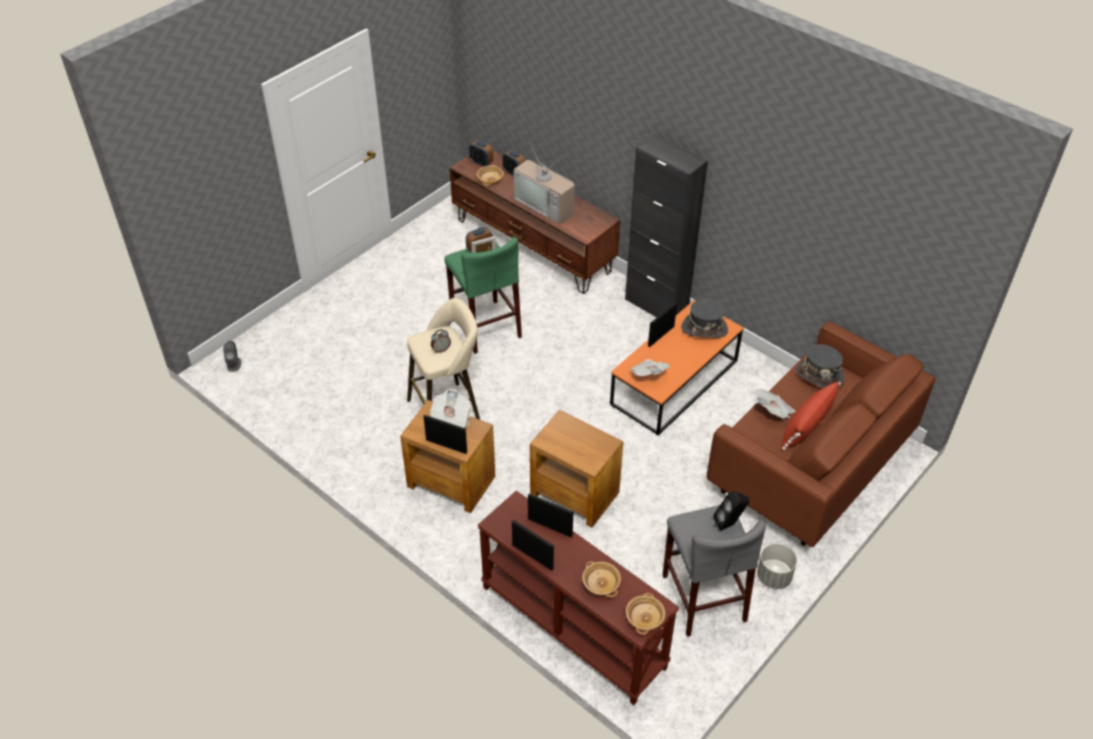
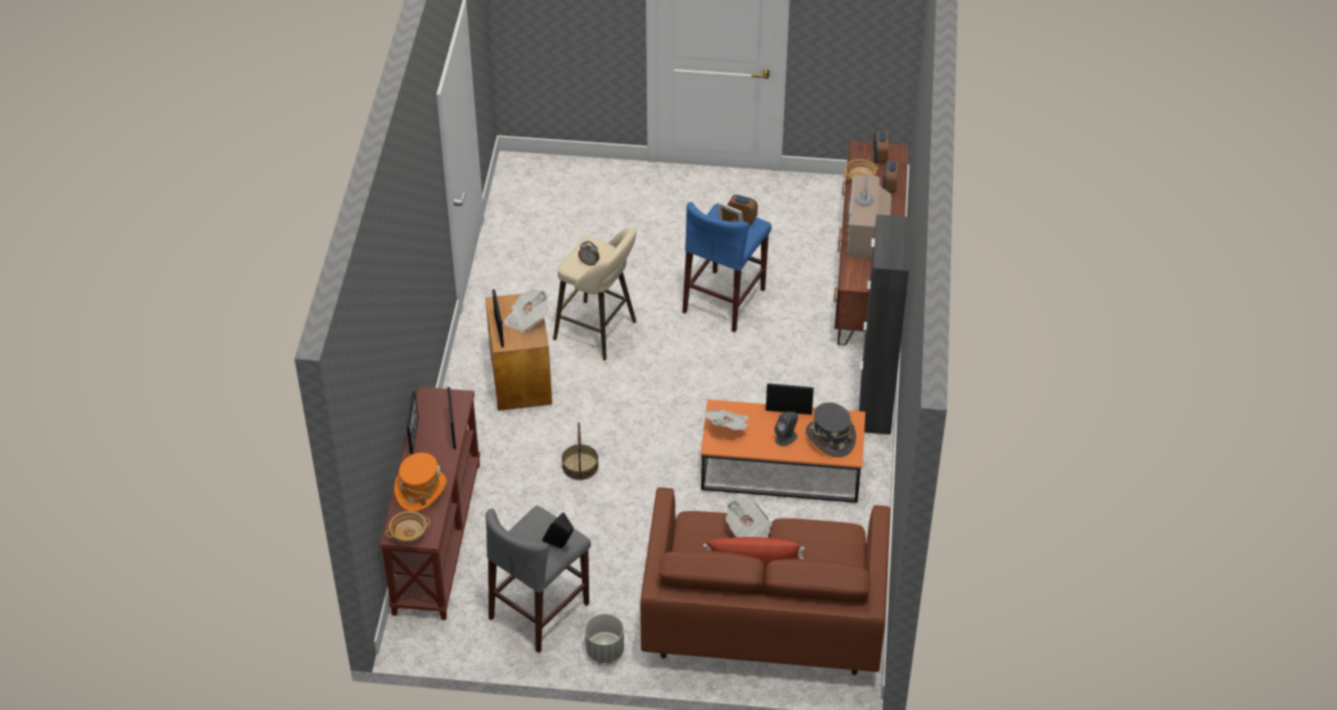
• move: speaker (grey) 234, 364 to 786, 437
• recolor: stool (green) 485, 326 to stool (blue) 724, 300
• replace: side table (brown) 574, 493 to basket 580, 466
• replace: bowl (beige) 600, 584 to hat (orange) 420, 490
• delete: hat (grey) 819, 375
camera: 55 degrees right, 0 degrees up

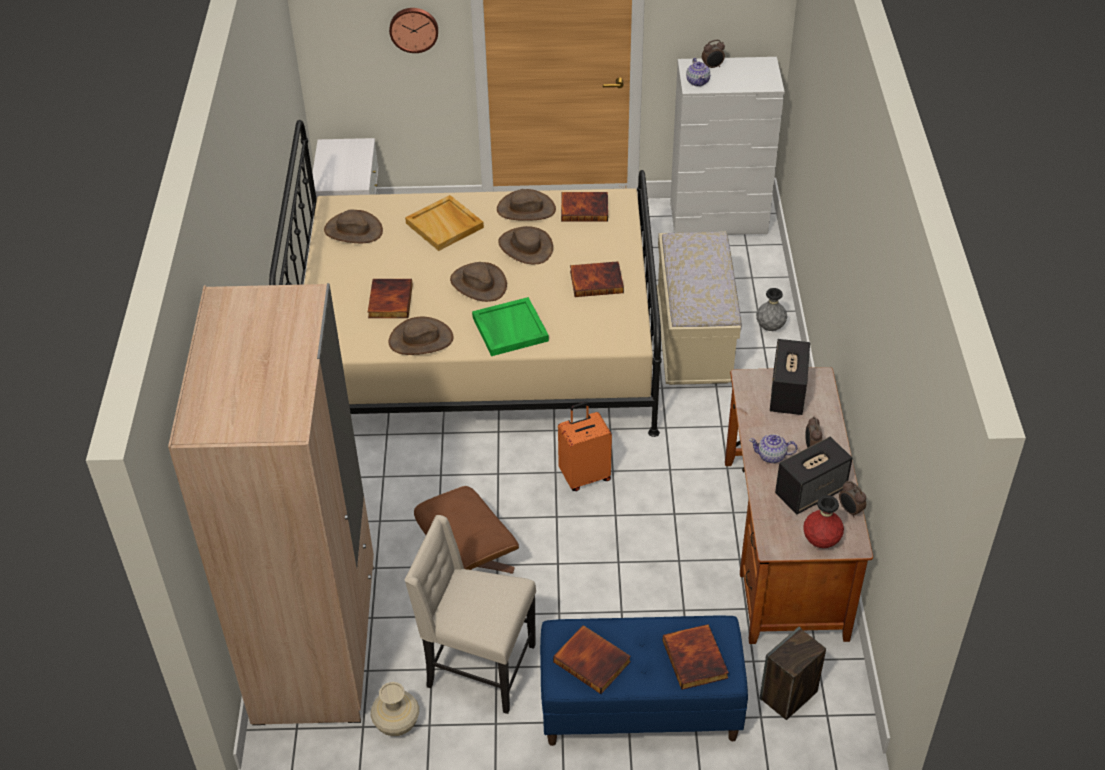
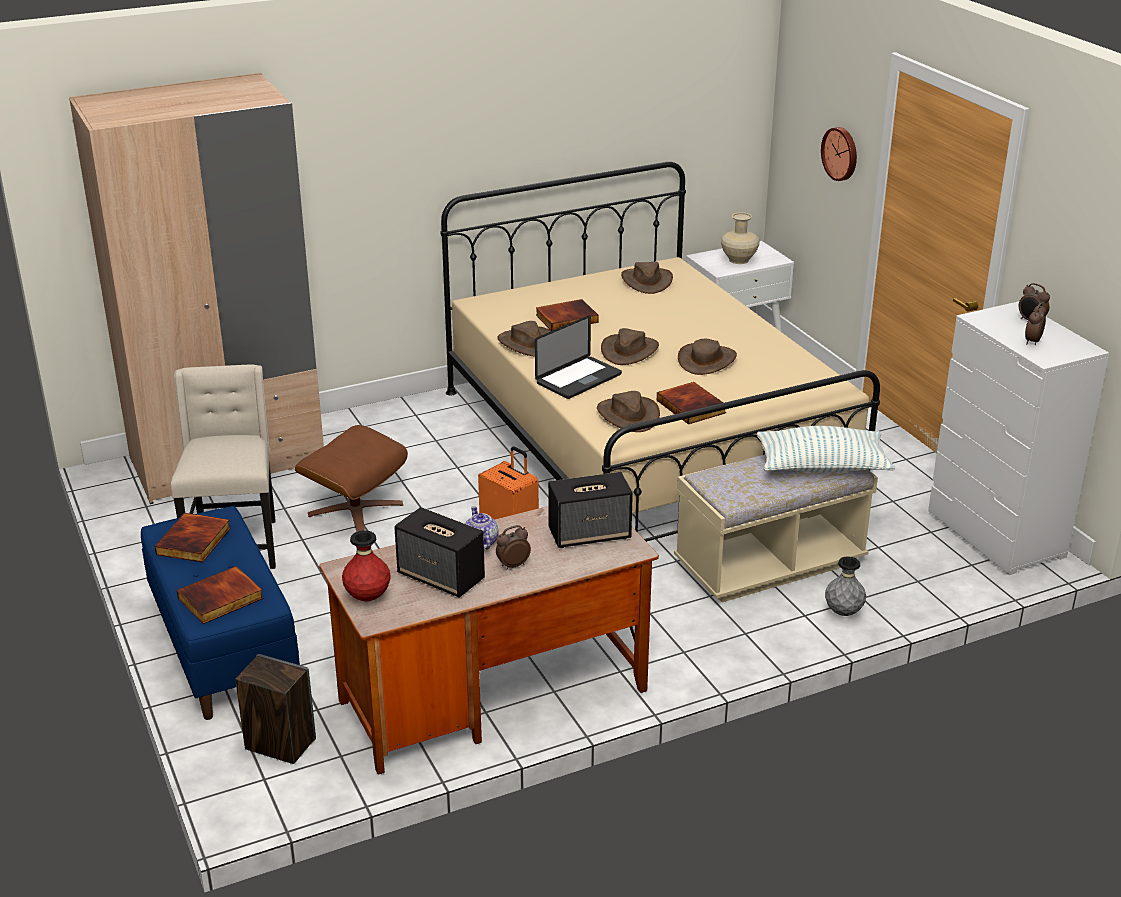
• move: vase (beige) 397, 724 to 739, 260
• delete: tray (beige) 445, 225
• replace: tray (green) 509, 329 to laptop 578, 379
• move: hat (brown) 526, 209 to 628, 415
• delete: book 585, 208
• delete: teapot 698, 81
• move: alarm clock 850, 510 to 1032, 341
• insert: pillow 822, 467
camera: 65 degrees right, 15 degrees down

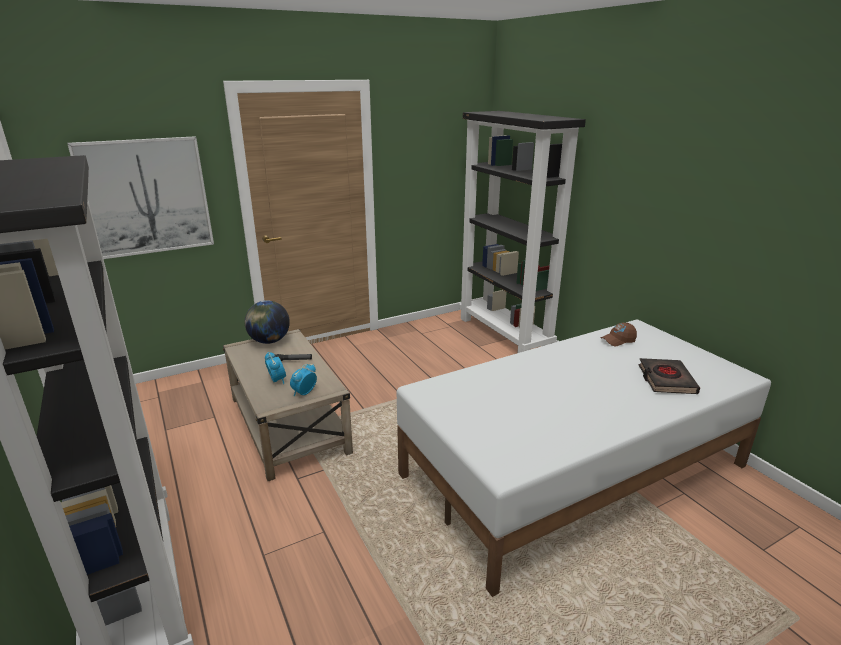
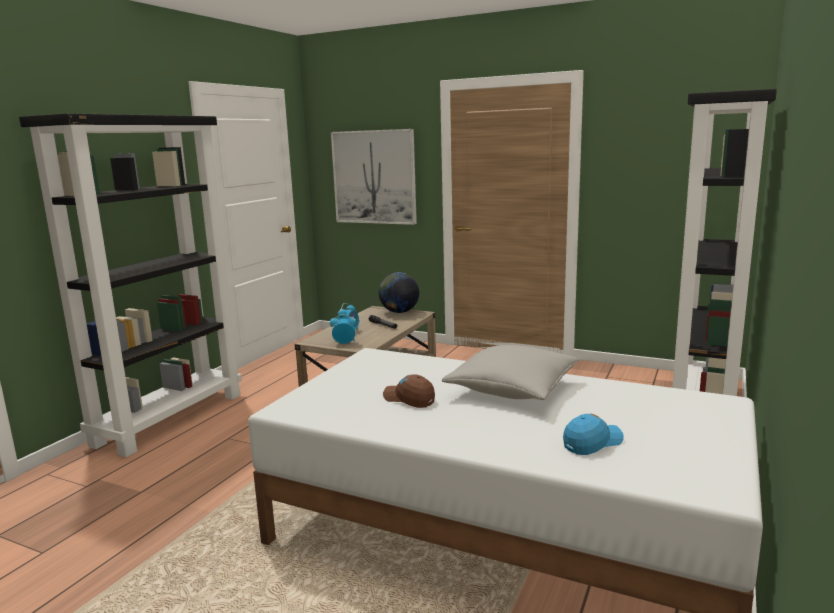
• move: cap (brown) 618, 340 to 409, 399
• replace: book (black) 666, 380 to cap (blue) 592, 443
• insert: pillow (grey) 512, 389
camera: 55 degrees right, 10 degrees down

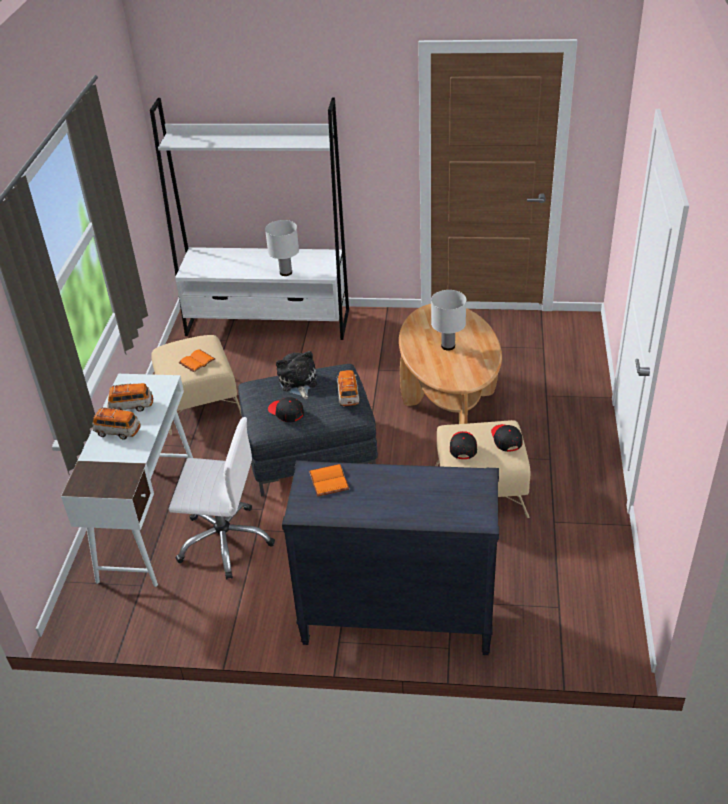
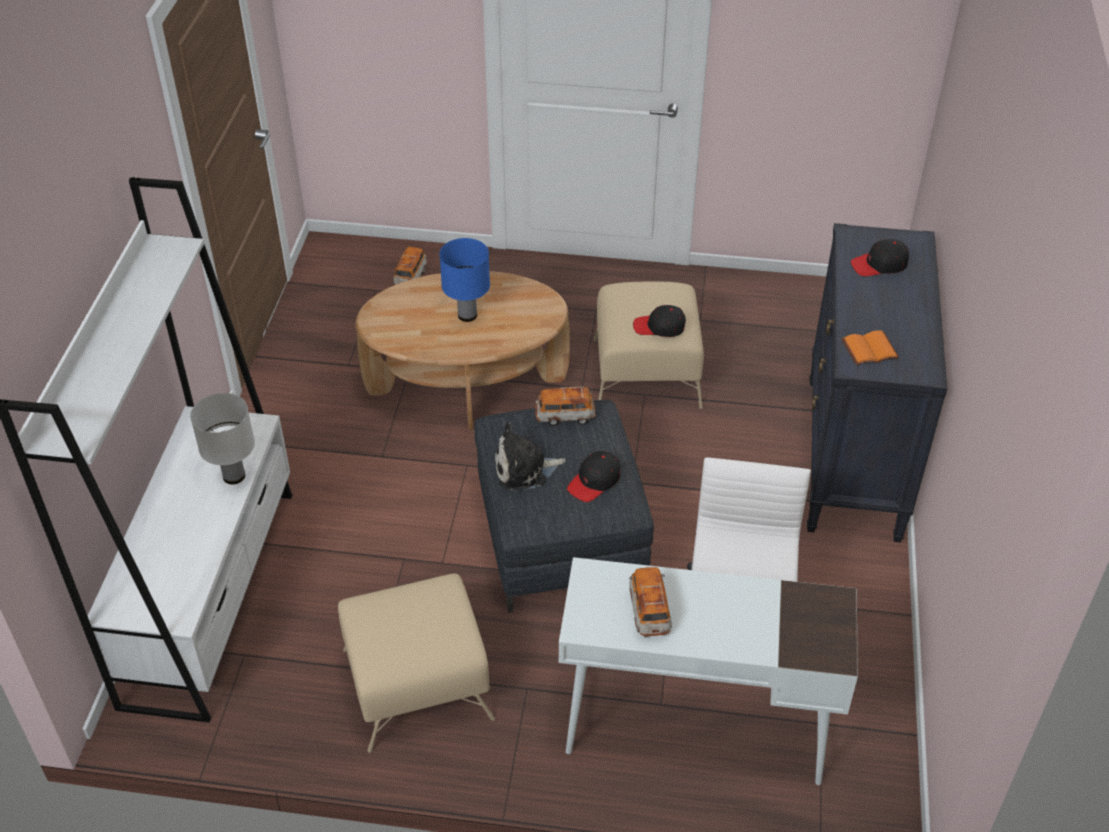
• move: toy car 118, 432 to 411, 277
• delete: book (orange) 197, 361
• recolor: table lamp (white) 448, 346 to table lamp (blue) 467, 315
• move: cap (black) 506, 439 to 879, 265
camera: 90 degrees left, 5 degrees up

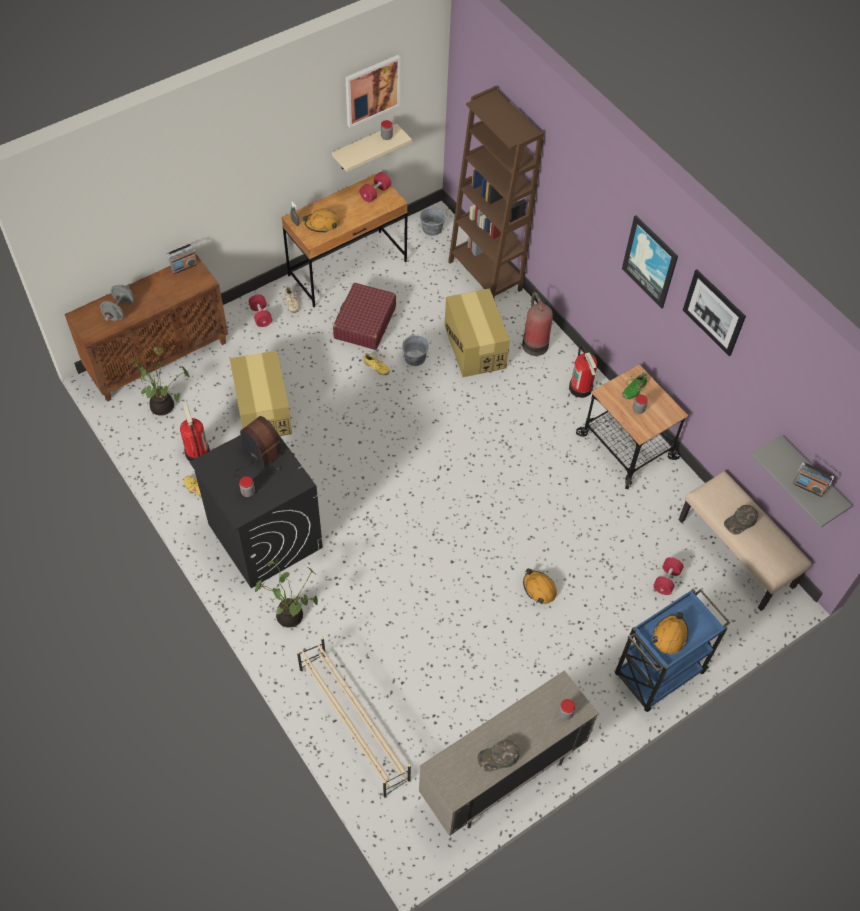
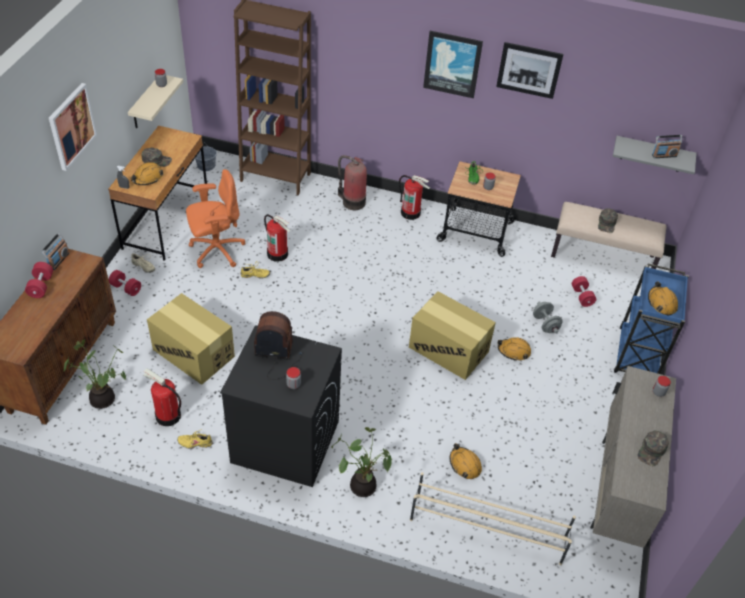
• move: dumbbell (grey) 119, 310 to 545, 324
• replace: suitcase (red) 364, 323 to office chair (orange) 216, 251
• move: picture 372, 90 to 71, 126
• move: dumbbell (red) 375, 193 to 41, 286
• replace: bucket (grey) 415, 358 to fire extinguisher 278, 254
• move: cardboard box 475, 347 to 449, 349
• insert: cap (green) 157, 160
• insert: hard hat (orange) 465, 465
camera: 40 degrees left, 10 degrees down

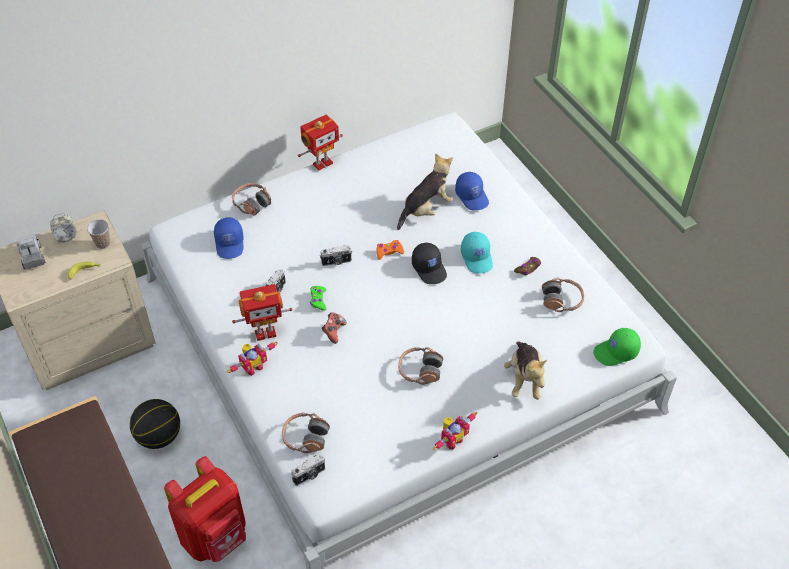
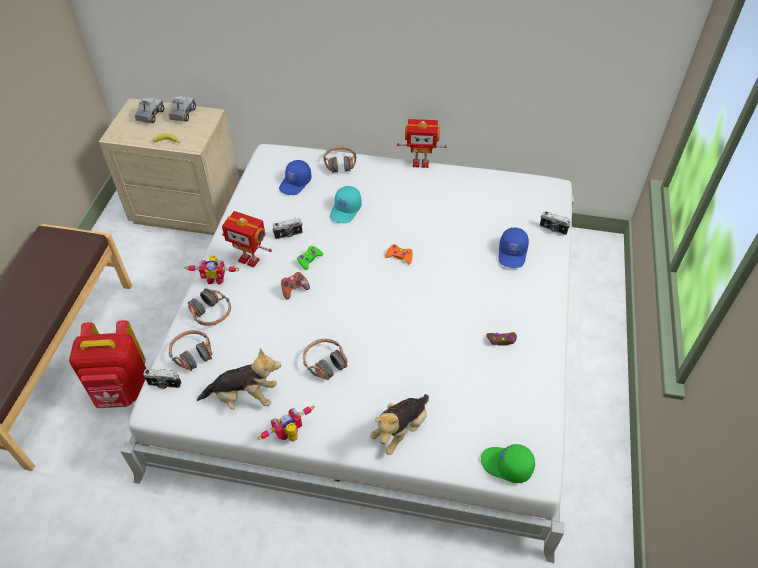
• replace: alarm clock 66, 237 to toy truck 183, 114
• delete: cup 103, 243
• delete: basketball 159, 436
• move: photo camera 336, 262 to 553, 229
• move: plush toy 426, 209 to 244, 397
• delete: cap (black) 429, 268
• rotate: toy robot 451, 440 = 290, 436 150 degrees clockwise
• move: cap (turquoise) 477, 258 to 346, 210
• move: headphones 562, 300 to 211, 313
camera: 40 degrees right, 0 degrees up

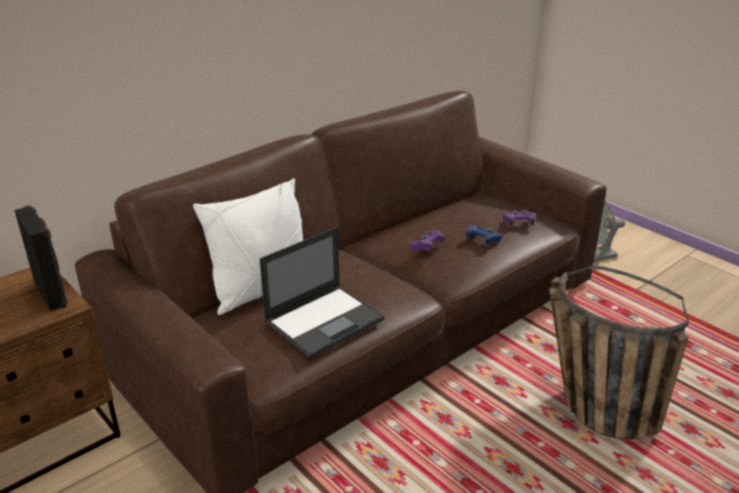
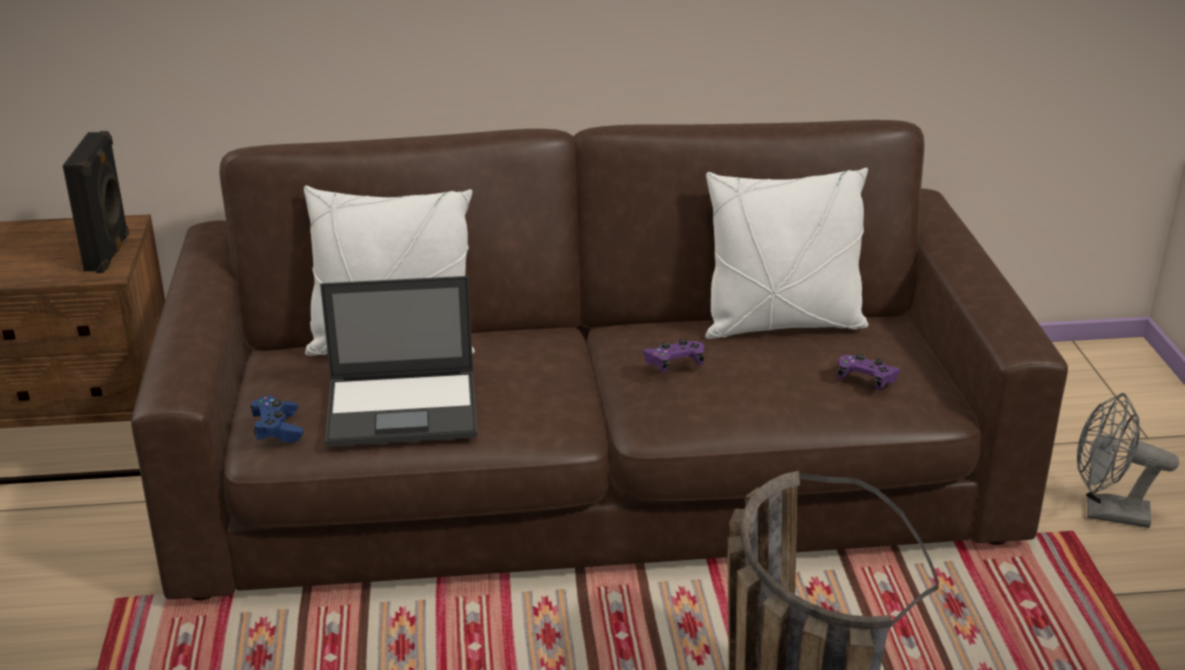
• move: game controller (blue) 482, 240 to 277, 429
• insert: pillow (white) 782, 324
camera: 35 degrees right, 0 degrees up

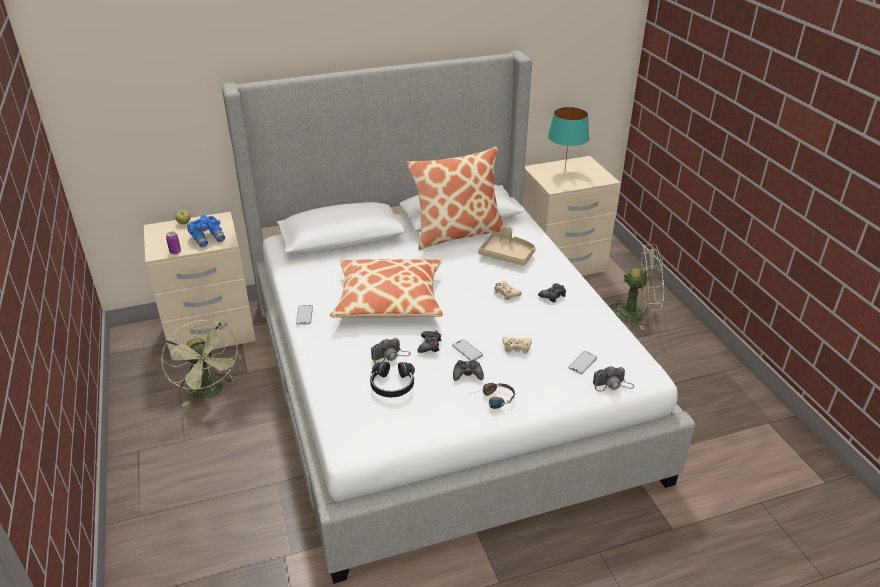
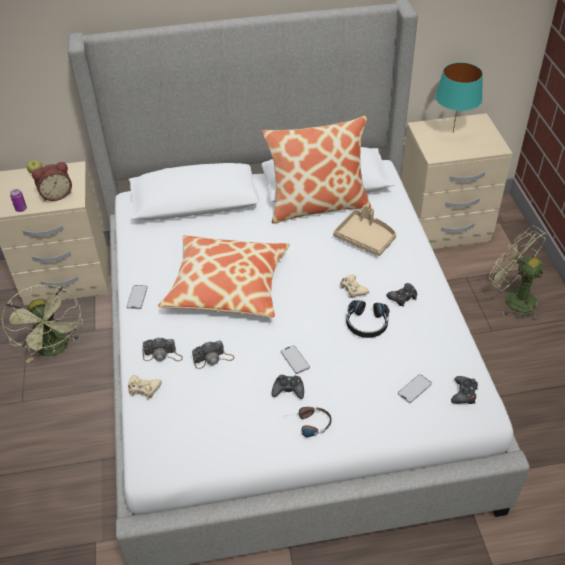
• replace: binoculars (blue) 208, 238 to alarm clock 56, 194
• move: headphones (black) 392, 385 to 366, 324
• move: game controller (black) 429, 345 to 464, 393
• move: game controller (beige) 516, 348 to 144, 389
• move: photo camera 613, 385 to 163, 355
• rotate: fan (green) 636, 313 = 513, 298 150 degrees counterclockwise
camera: 10 degrees right, 10 degrees up

